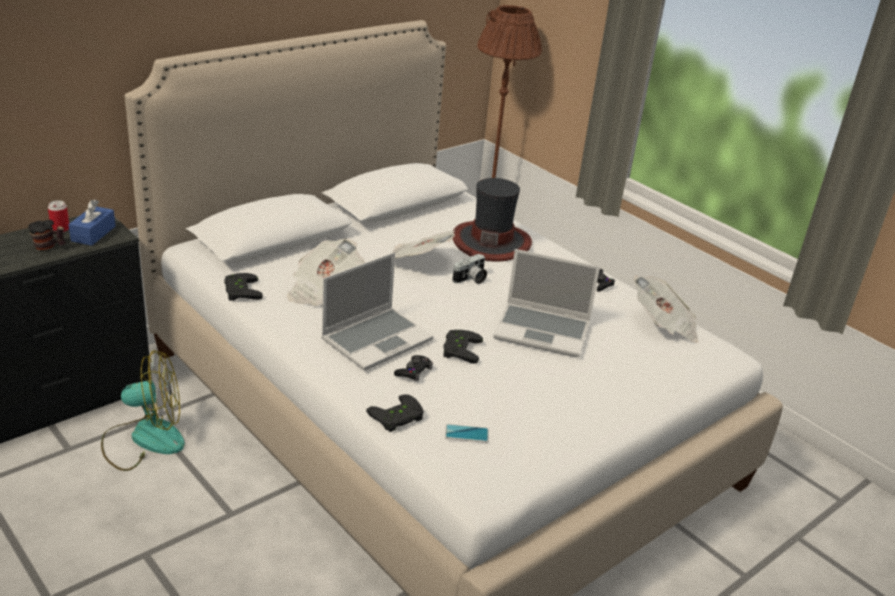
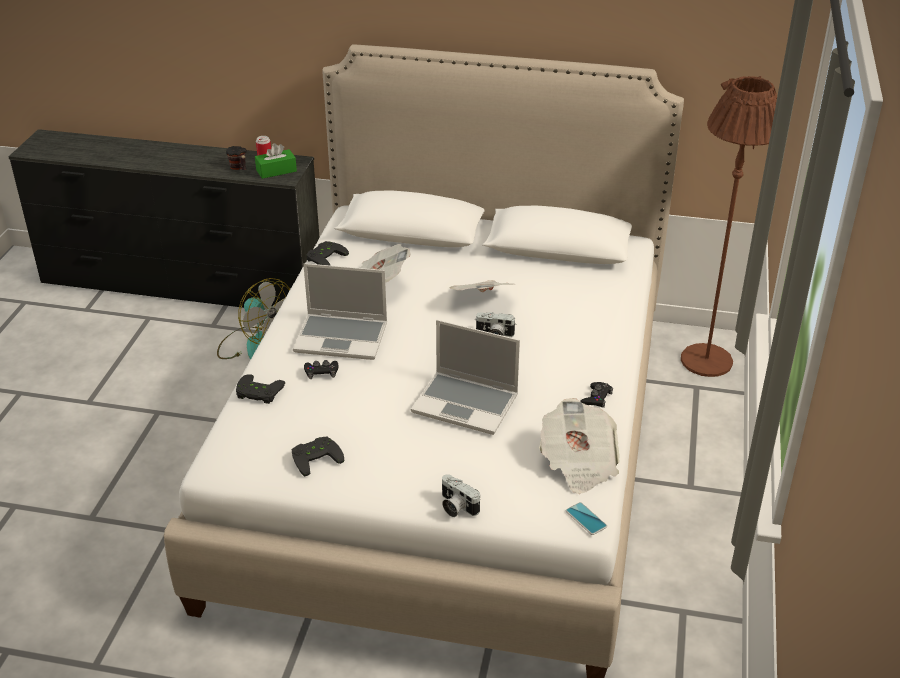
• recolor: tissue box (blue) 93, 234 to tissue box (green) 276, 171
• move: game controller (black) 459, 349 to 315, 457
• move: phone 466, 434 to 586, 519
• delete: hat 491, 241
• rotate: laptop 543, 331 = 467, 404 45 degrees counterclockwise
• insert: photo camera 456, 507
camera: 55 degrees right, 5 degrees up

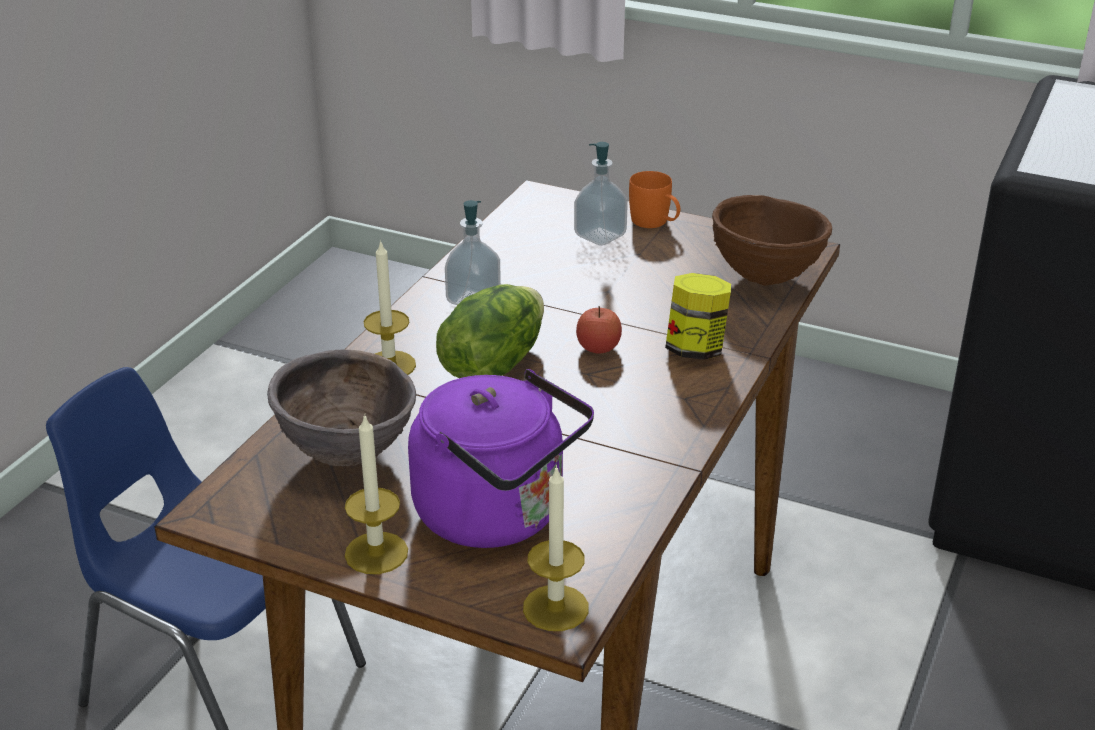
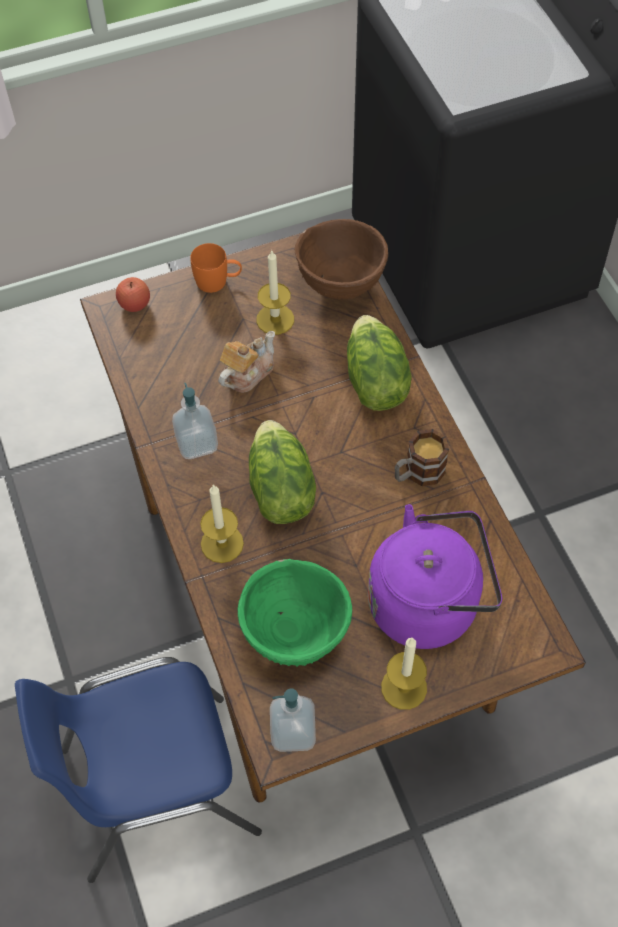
• recolor: bowl (brown) 348, 455 to bowl (green) 295, 635
• move: candle 555, 608 to 275, 319
• move: soap dispenser 600, 236 to 293, 732
• move: apple 598, 347 to 134, 304
• replace: jar 695, 349 to lettuce 374, 382
• insert: teapot 247, 373
• insert: mug 418, 473
camera: 45 degrees left, 25 degrees up

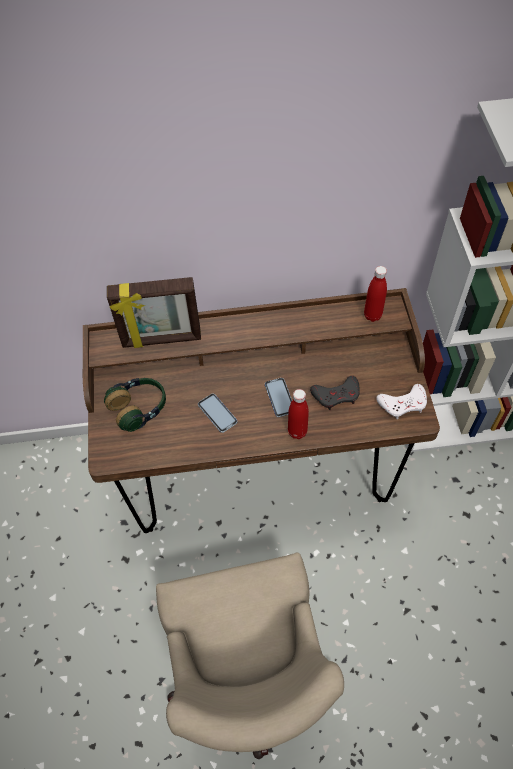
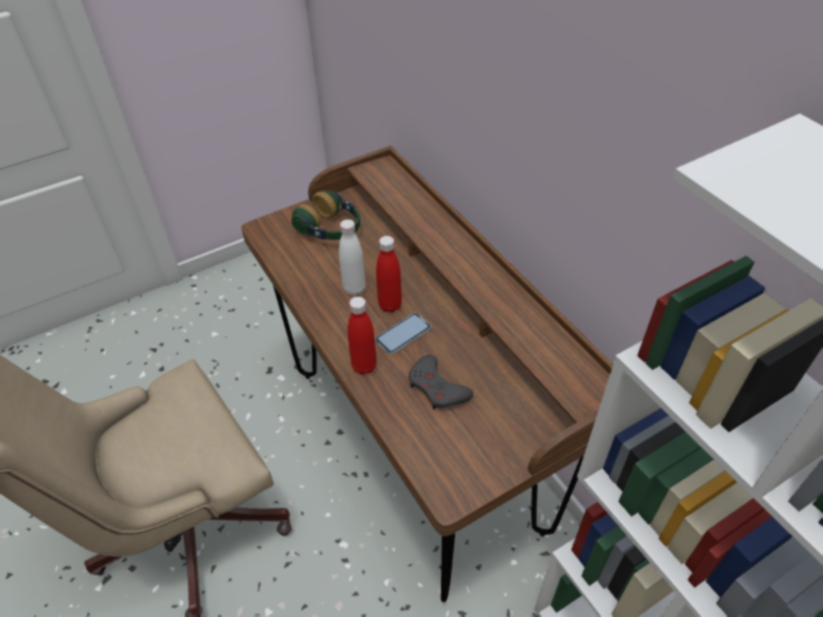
• delete: picture frame 161, 340
• replace: phone 217, 413 to bottle (white) 354, 289
• move: bottle (red) 372, 315 to 390, 305
• delete: game controller (white) 403, 404
camera: 65 degrees right, 10 degrees down

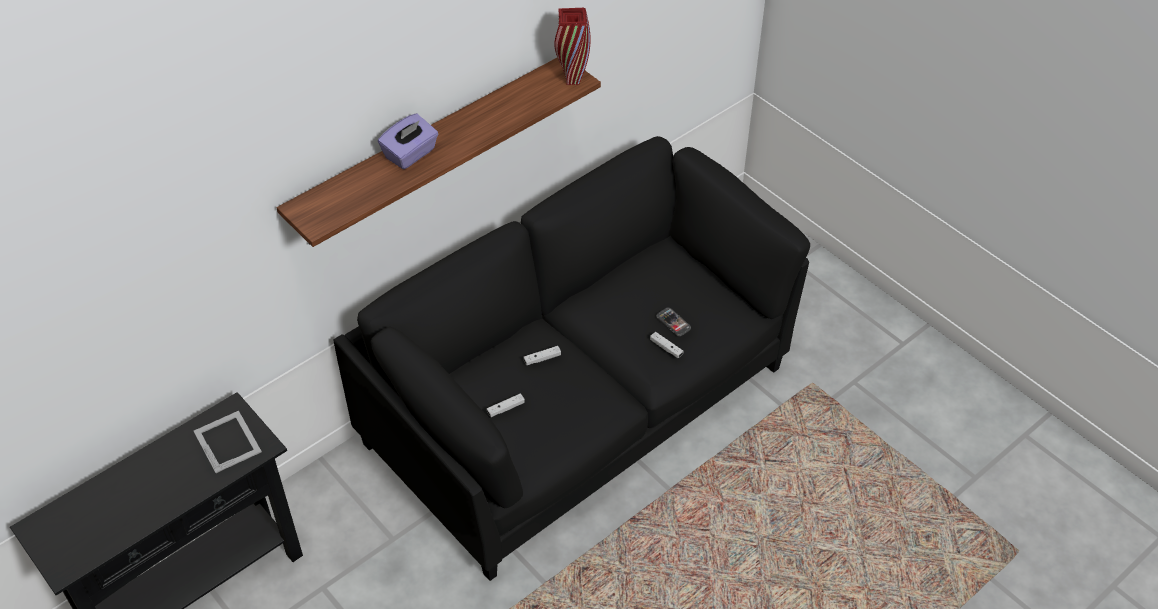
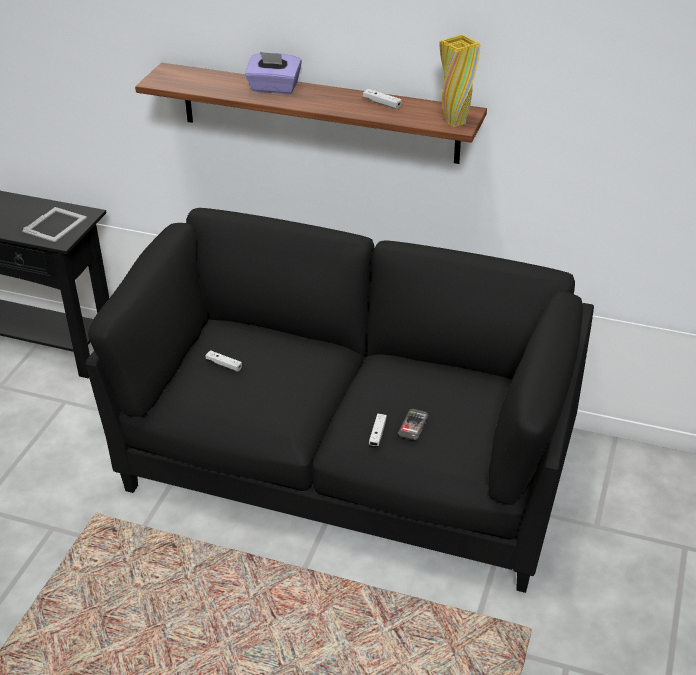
• move: game controller (white) 542, 359 to 382, 103
• recolor: vase (red) 572, 80 to vase (yellow) 455, 122
camera: 60 degrees right, 10 degrees down

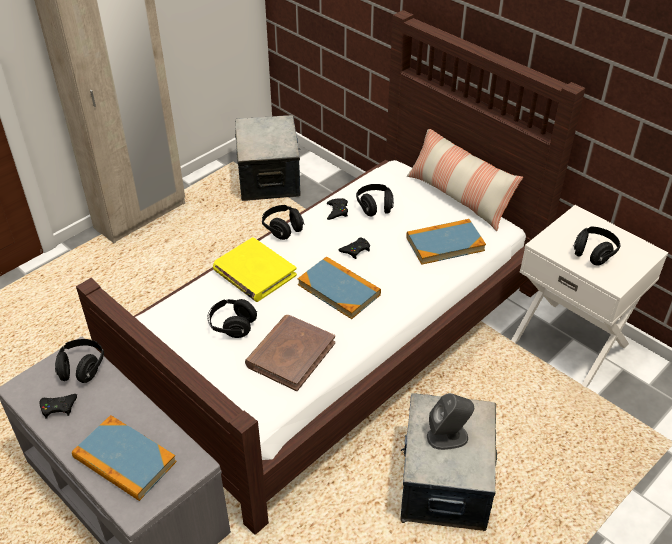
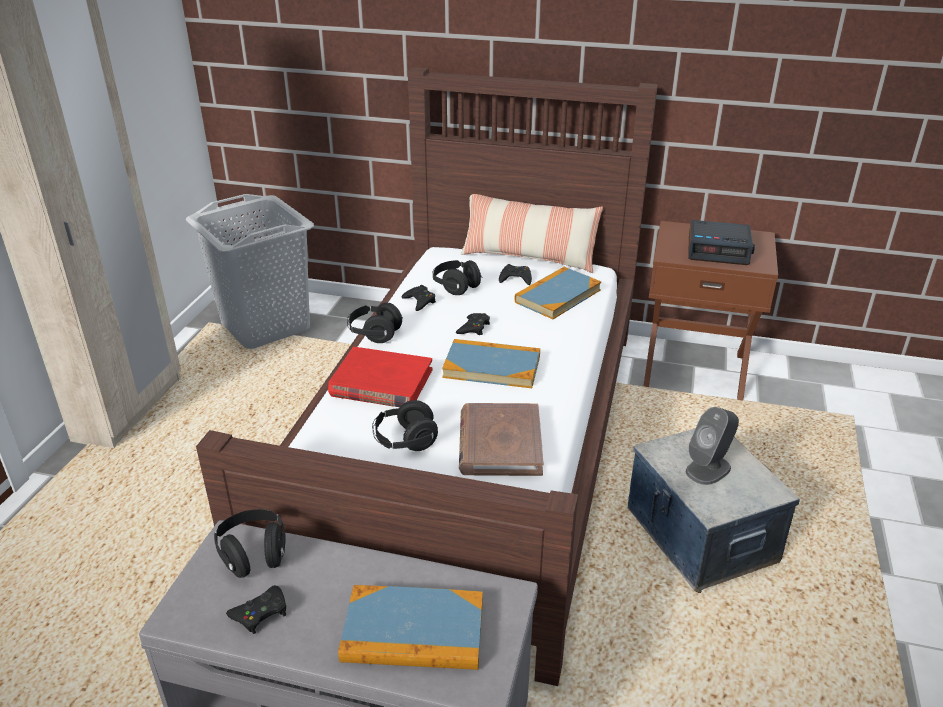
• recolor: book (yellow) 254, 273 to book (red) 381, 383
• replace: storage box 269, 177 to laundry basket (grey) 266, 325
• recolor: nightstand (white) 570, 342 to nightstand (brown) 694, 369
• replace: headphones (black) 594, 253 to alarm clock 718, 250
• insert: game controller (black) 516, 278
camera: 30 degrees left, 10 degrees down

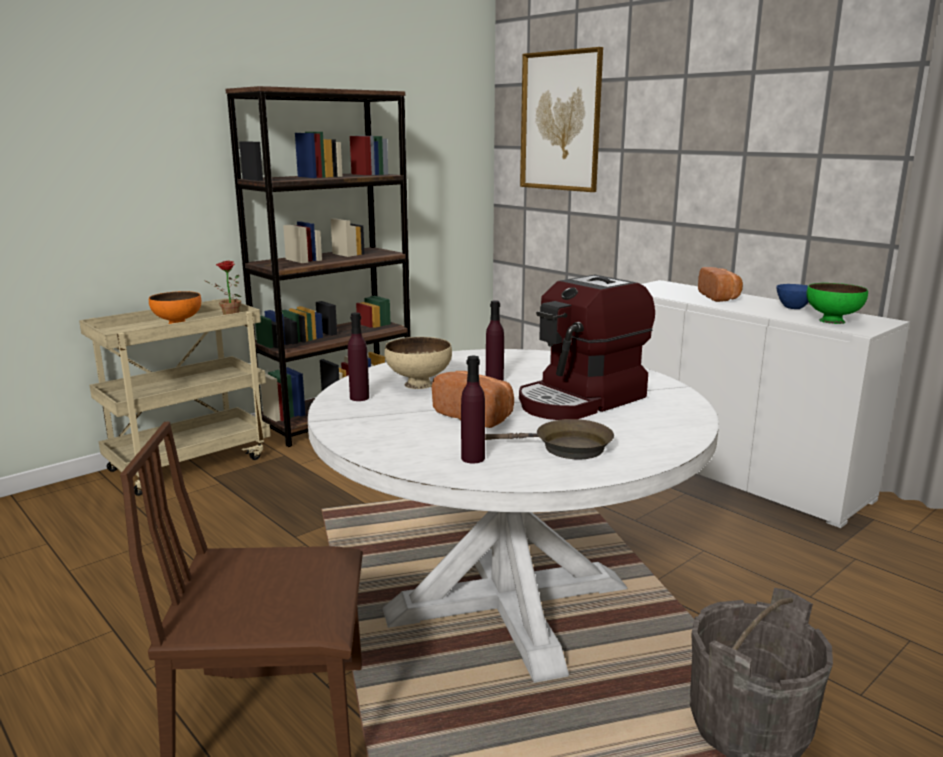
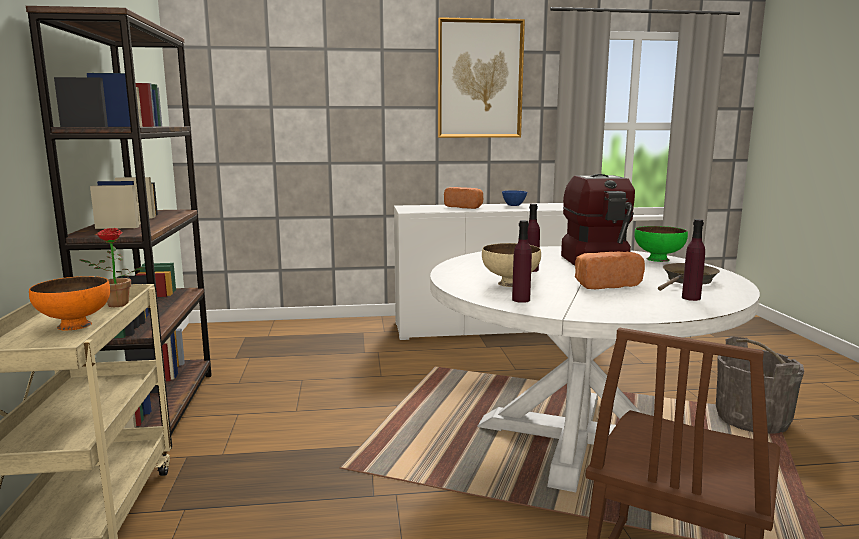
• move: picture 560, 121 to 480, 79
• move: bowl (green) 832, 321 to 658, 259
camera: 55 degrees left, 5 degrees down

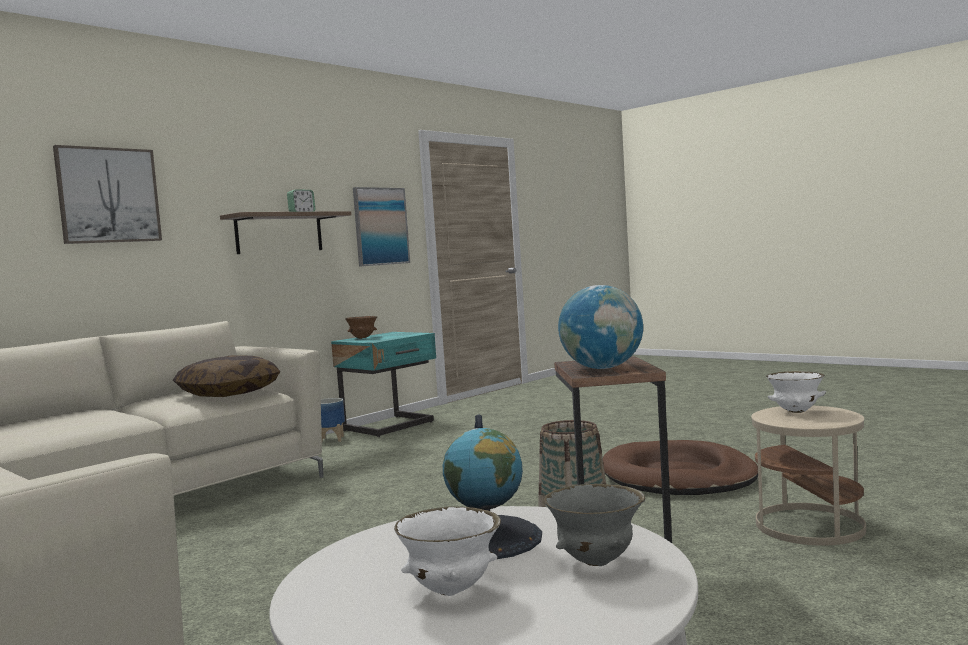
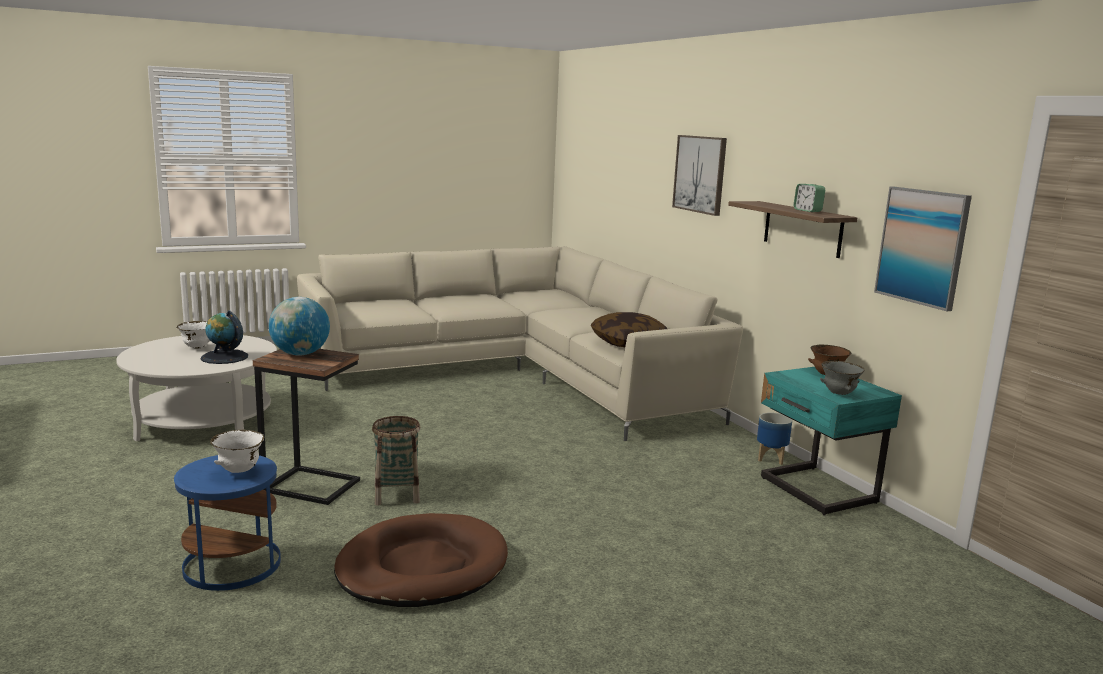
• move: bowl (grey) 597, 562 to 838, 394
• recolor: side table (beige) 809, 526 to side table (blue) 232, 564
camera: 110 degrees right, 10 degrees up

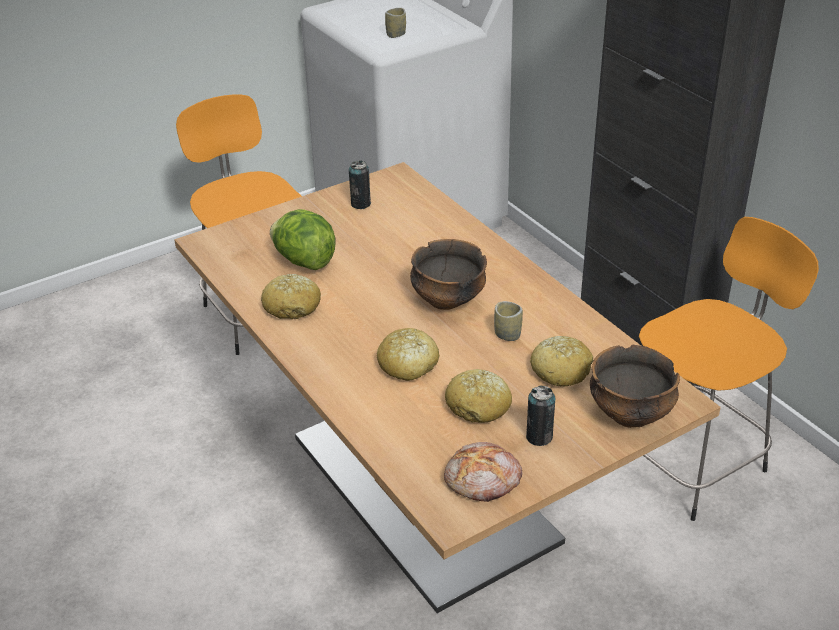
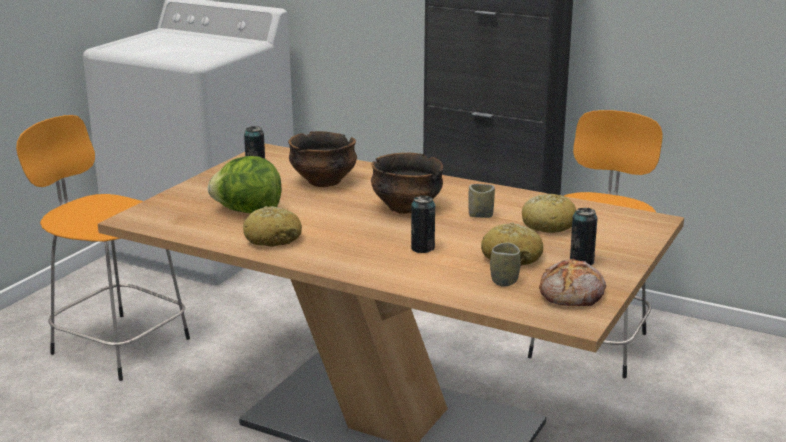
• replace: bread 408, 364 to can 422, 248
• move: cup 396, 34 to 504, 281
• move: bowl 630, 414 to 324, 181
camera: 30 degrees left, 15 degrees down

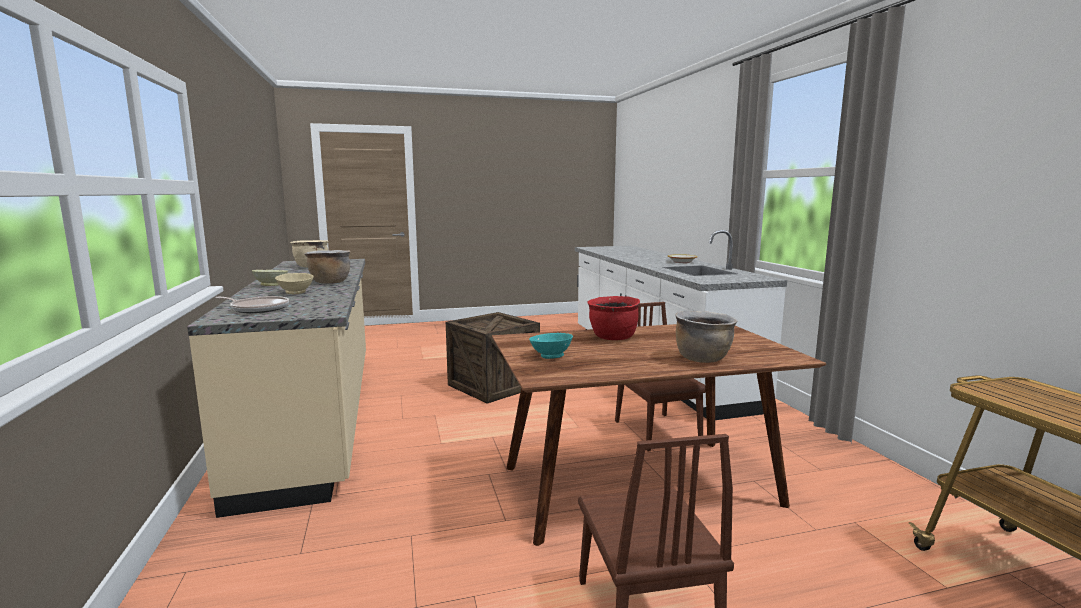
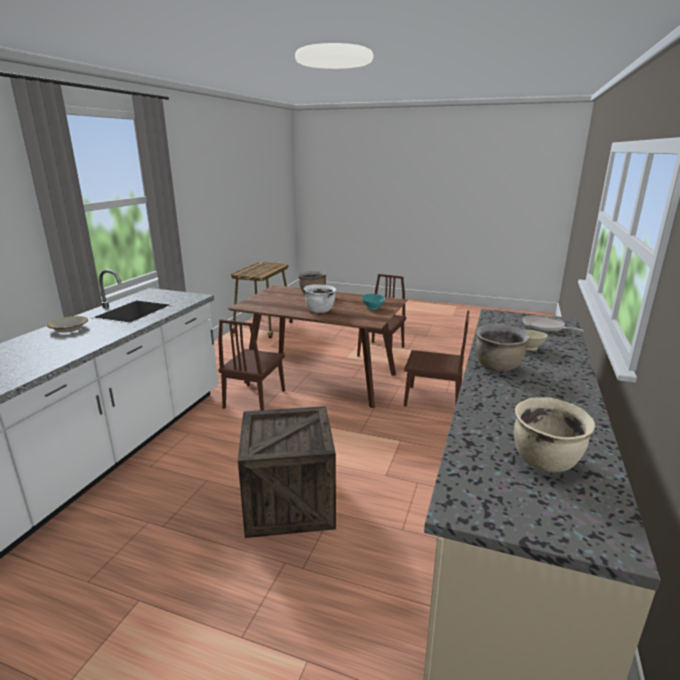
• delete: bowl (beige) 272, 285
• recolor: cooking pot (red) 613, 338 to cooking pot (white) 320, 311
• insert: chair (brown) 432, 399
camera: 145 degrees left, 10 degrees up

